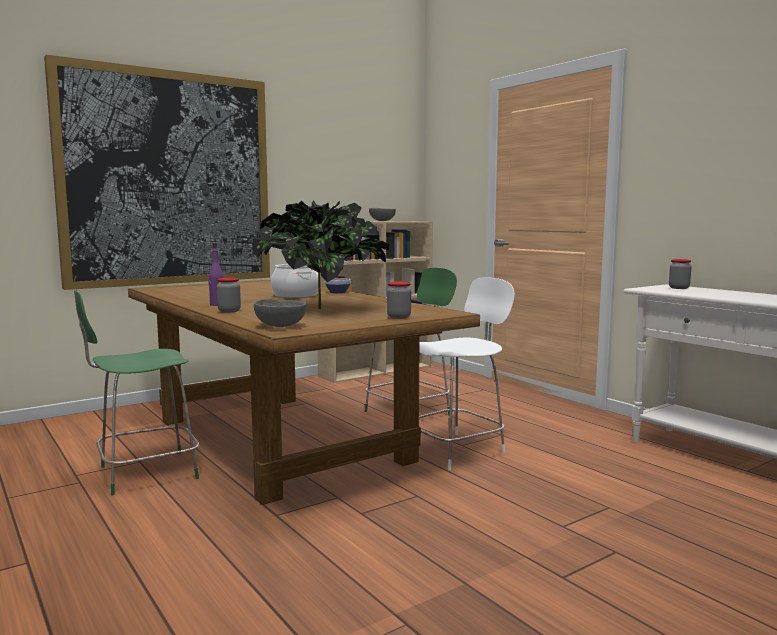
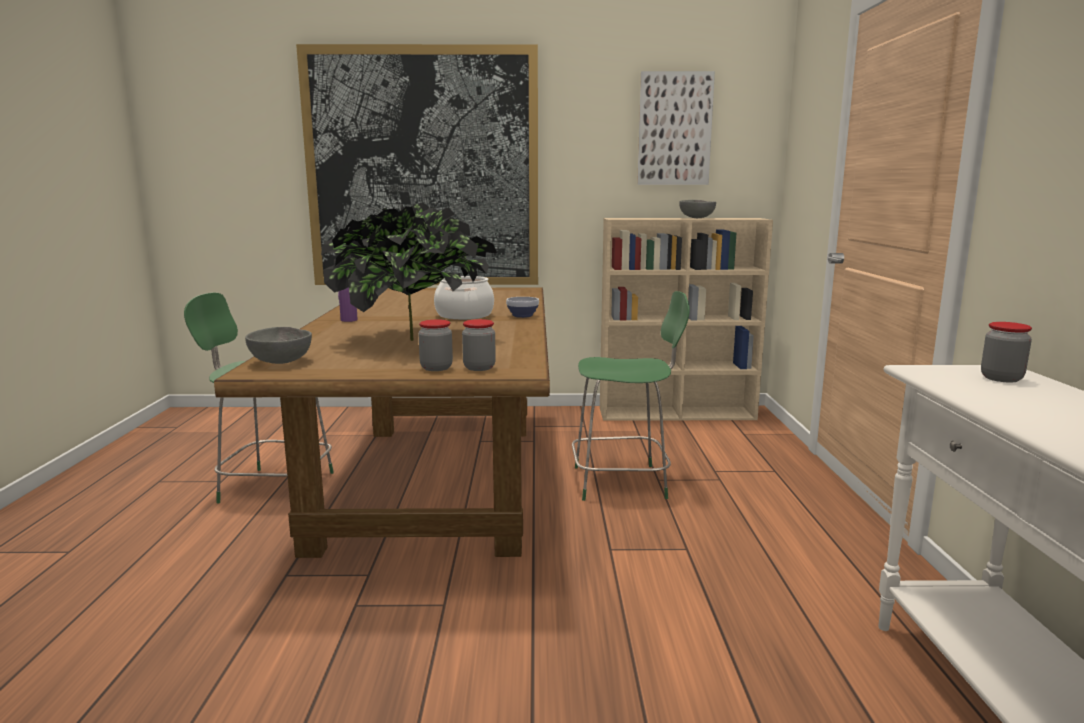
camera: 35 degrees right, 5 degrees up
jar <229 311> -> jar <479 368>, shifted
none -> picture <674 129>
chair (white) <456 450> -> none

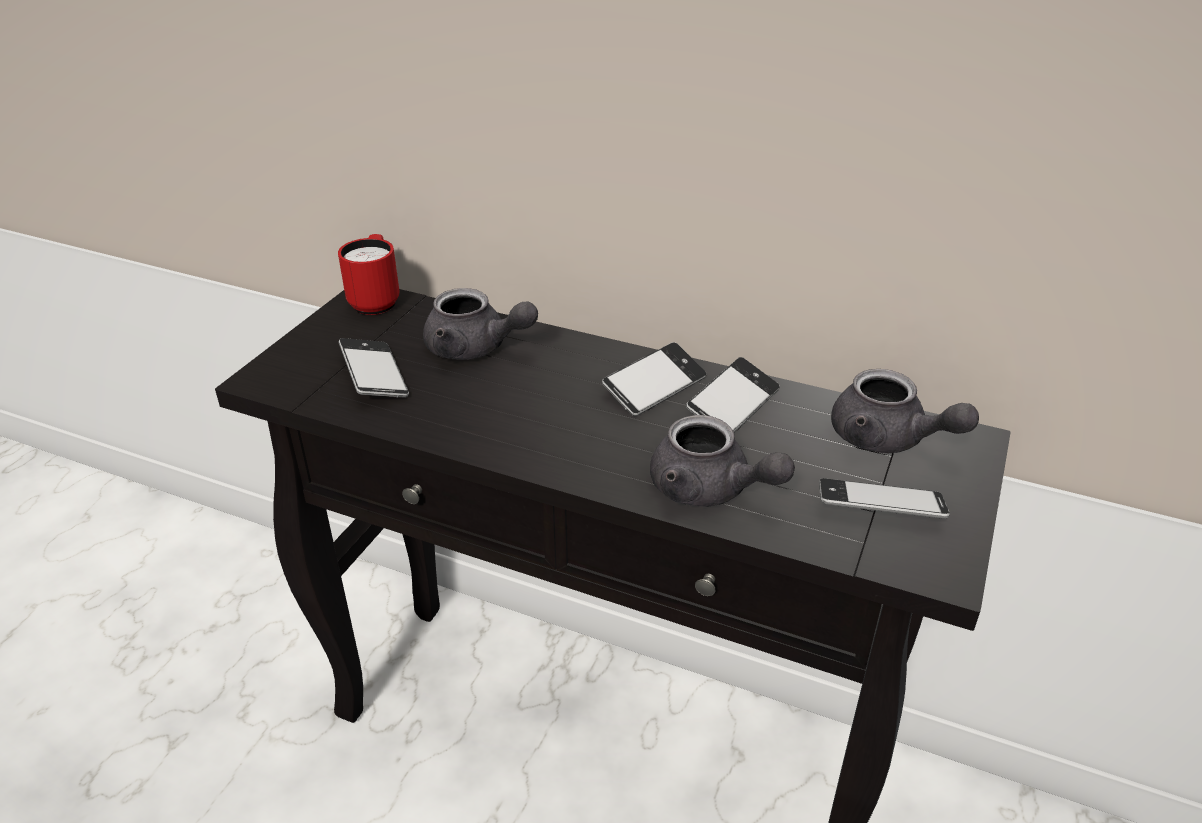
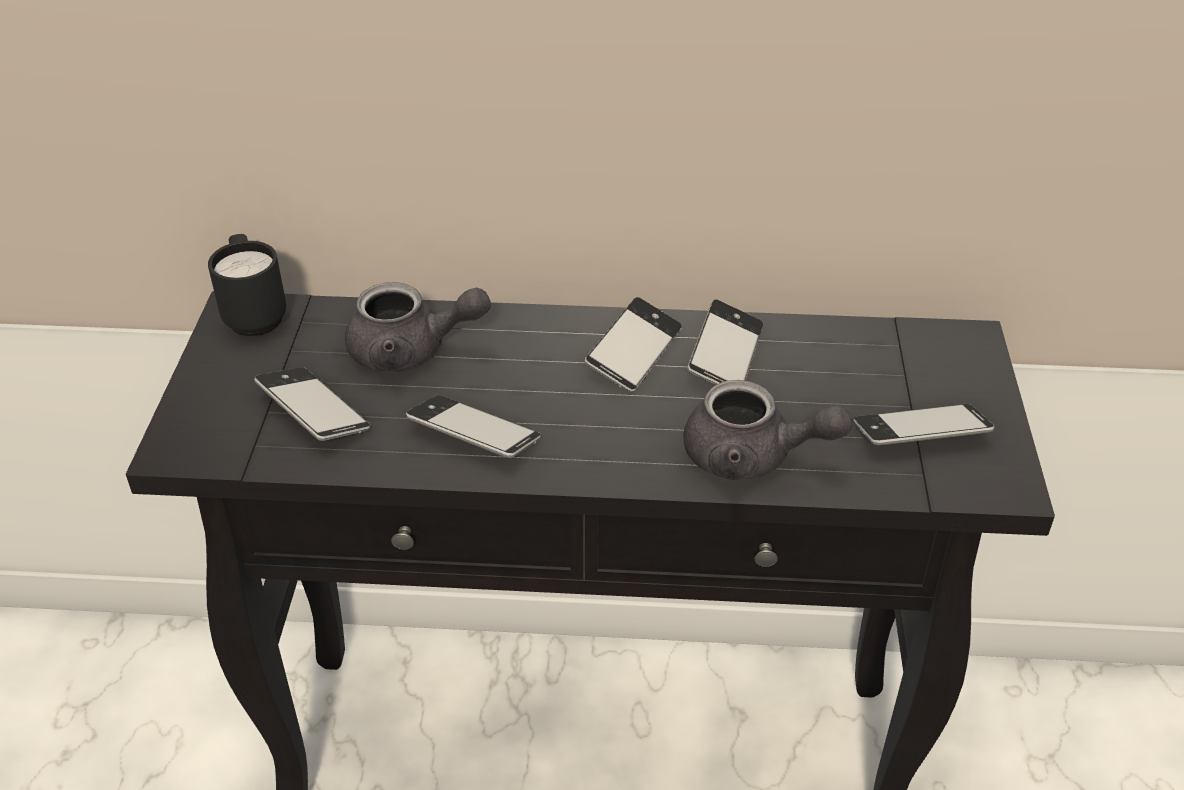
camera: 20 degrees left, 5 degrees up
mug (red) <376 300> -> mug (black) <254 314>
none -> phone <474 435>
teapot (grey) <888 440> -> none

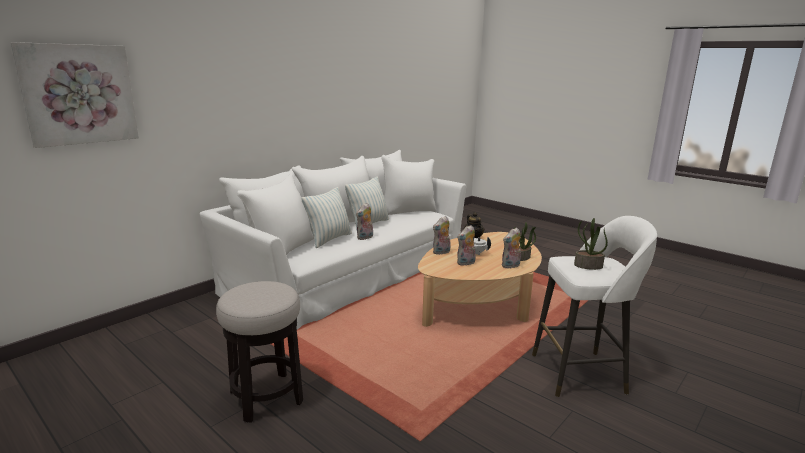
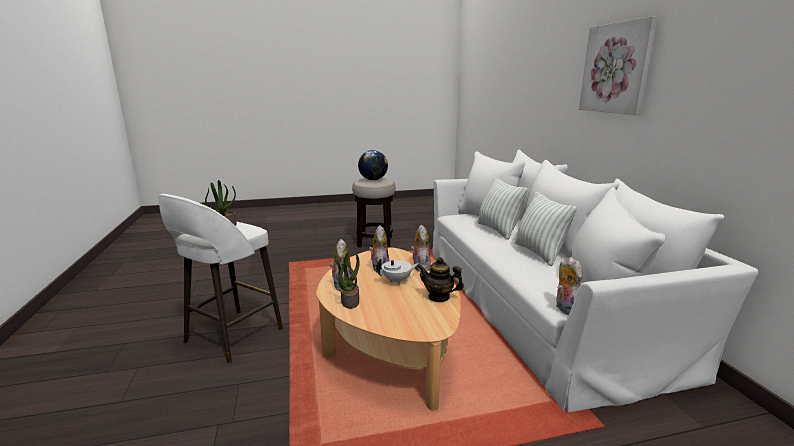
camera: 125 degrees right, 0 degrees up
none -> globe <373 179>
plush toy <365 238> -> plush toy <565 309>, shifted
picture <79 94> -> picture <616 68>, shifted

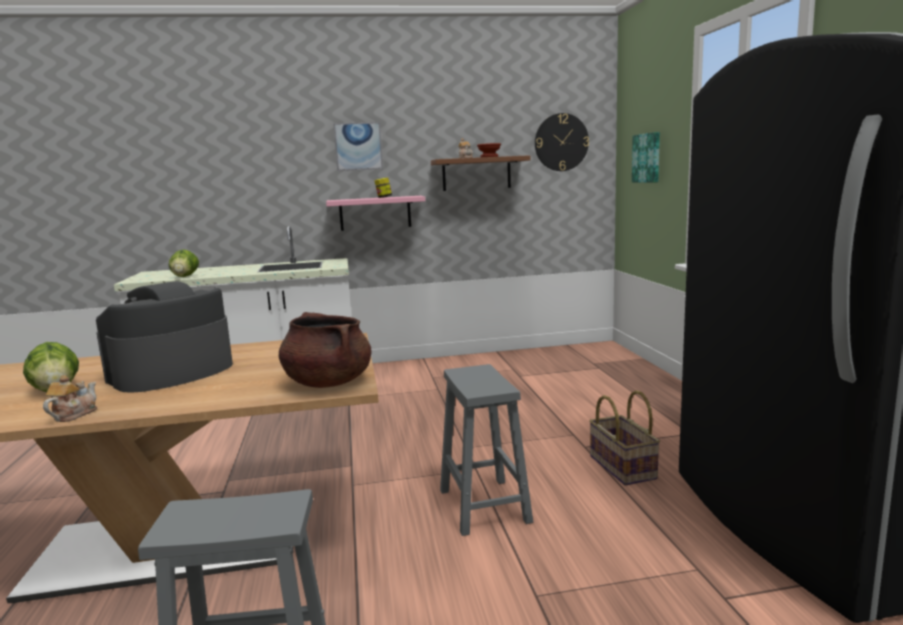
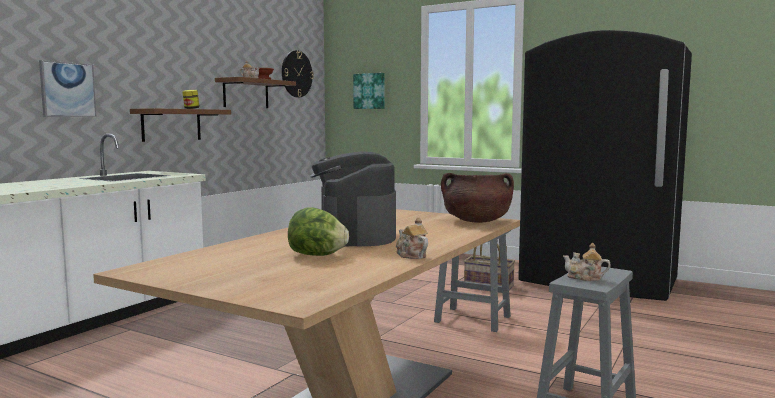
camera: 50 degrees left, 5 degrees down
picture <358 146> -> picture <67 90>, shifted
shelf (pink) <375 213> -> shelf (brown) <171 125>
none -> teapot <585 278>
lettuce <185 276> -> none

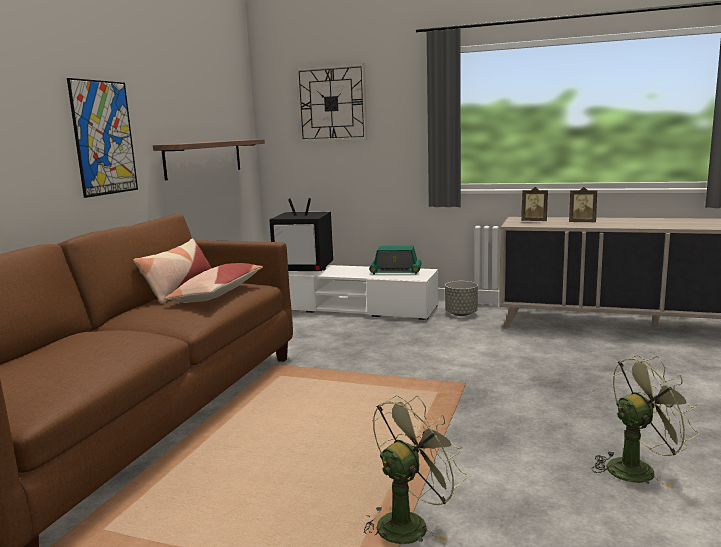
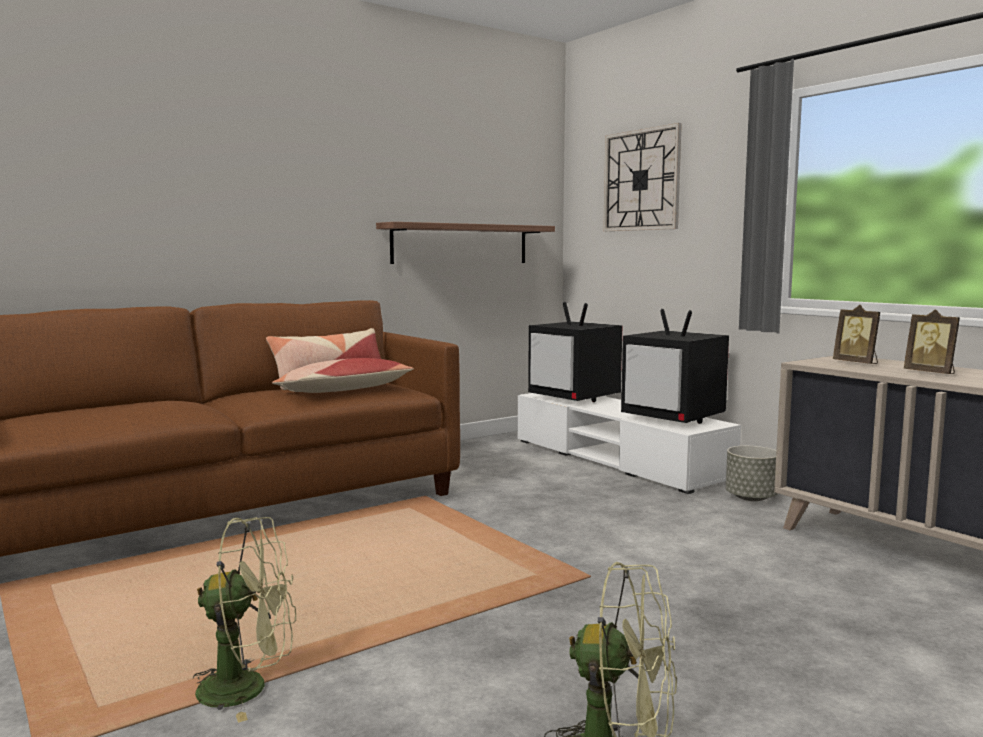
camera: 35 degrees right, 5 degrees down
radio <395 272> -> television <674 418>
picture <104 138> -> none

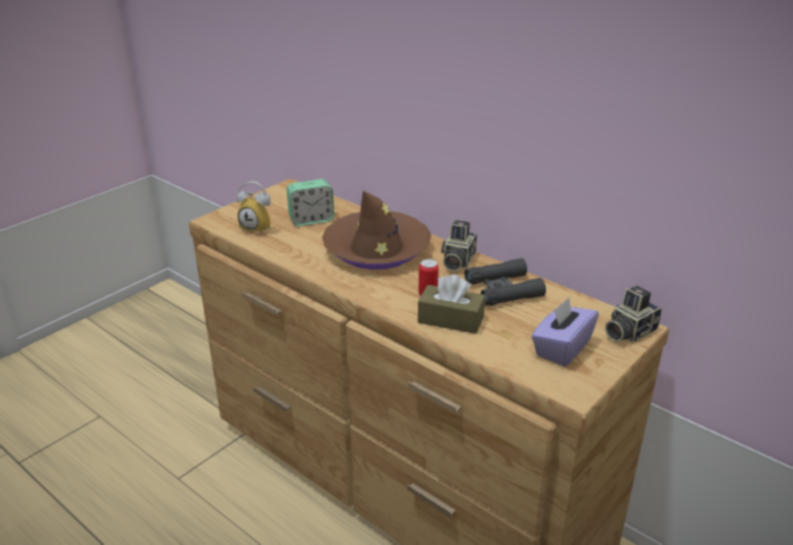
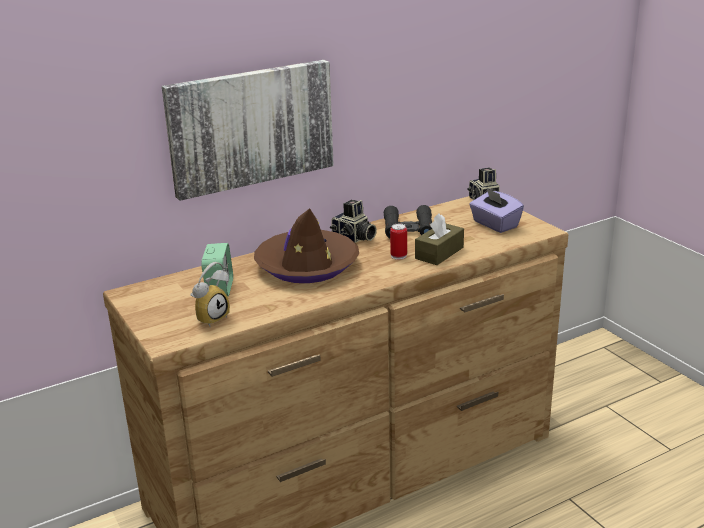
camera: 70 degrees left, 5 degrees down
none -> picture <251 127>

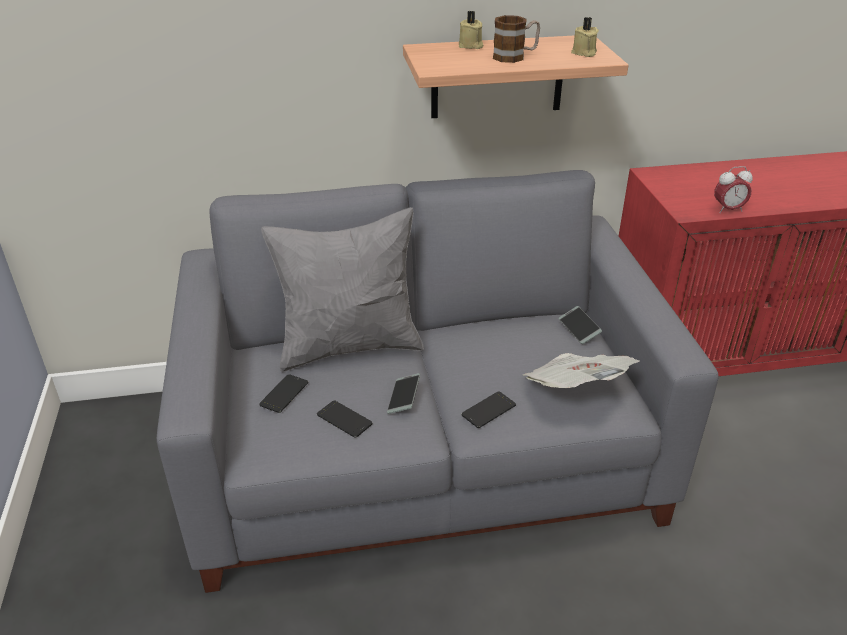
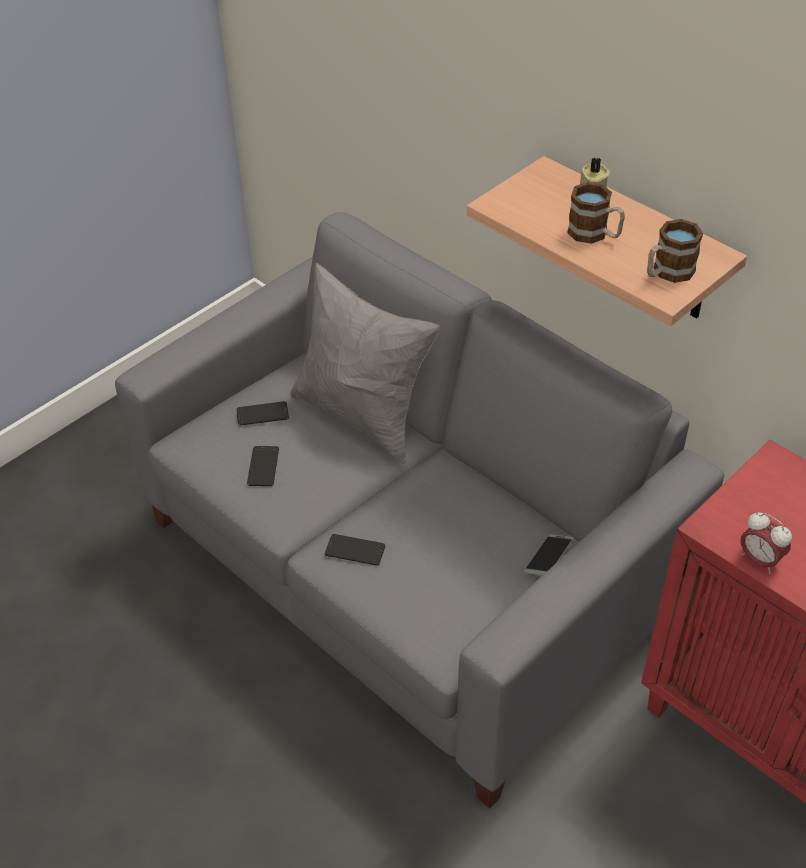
camera: 55 degrees right, 10 degrees up
candle (beige) <584 53> -> mug <667 273>
phone <404 398> -> none
newspaper <575 390> -> none

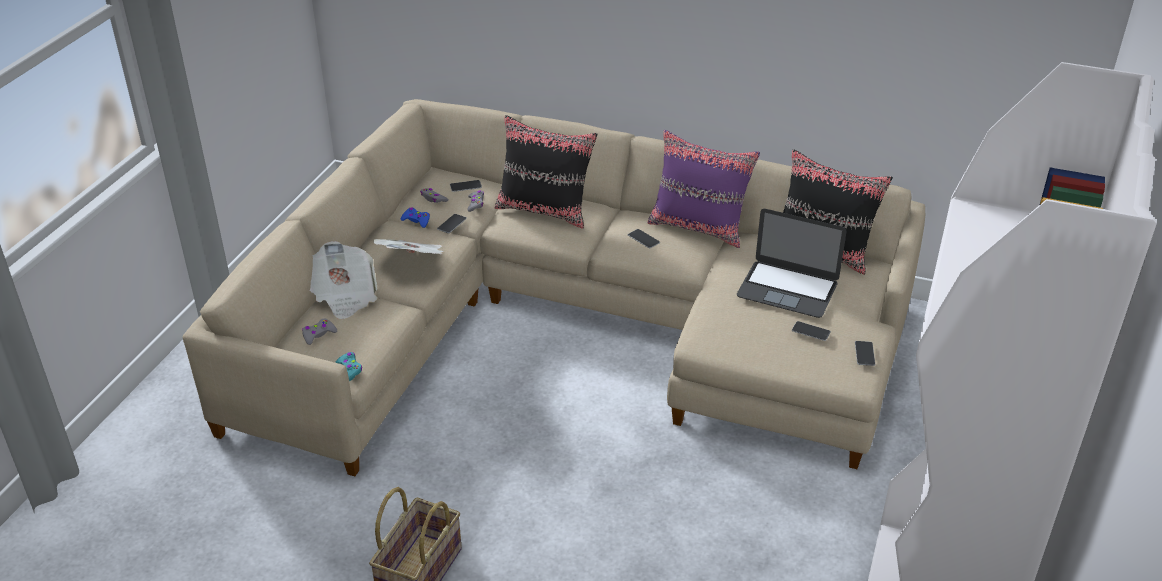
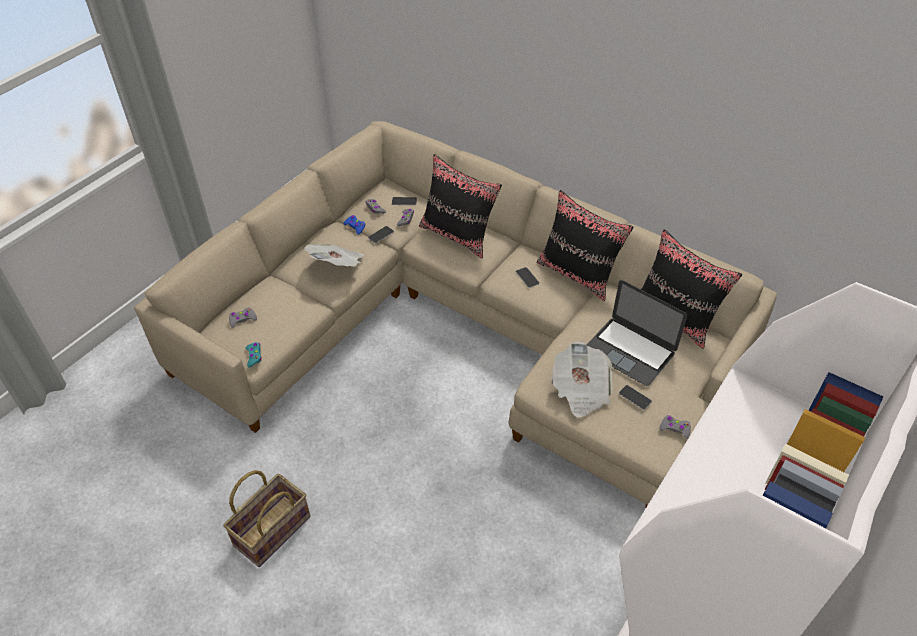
camera: 15 degrees right, 10 degrees up
pillow (purple) <699 227> -> pillow (black) <577 274>
newspaper <344 296> -> newspaper <580 391>, shifted
phone <864 353> -> game controller (grey) <675 428>

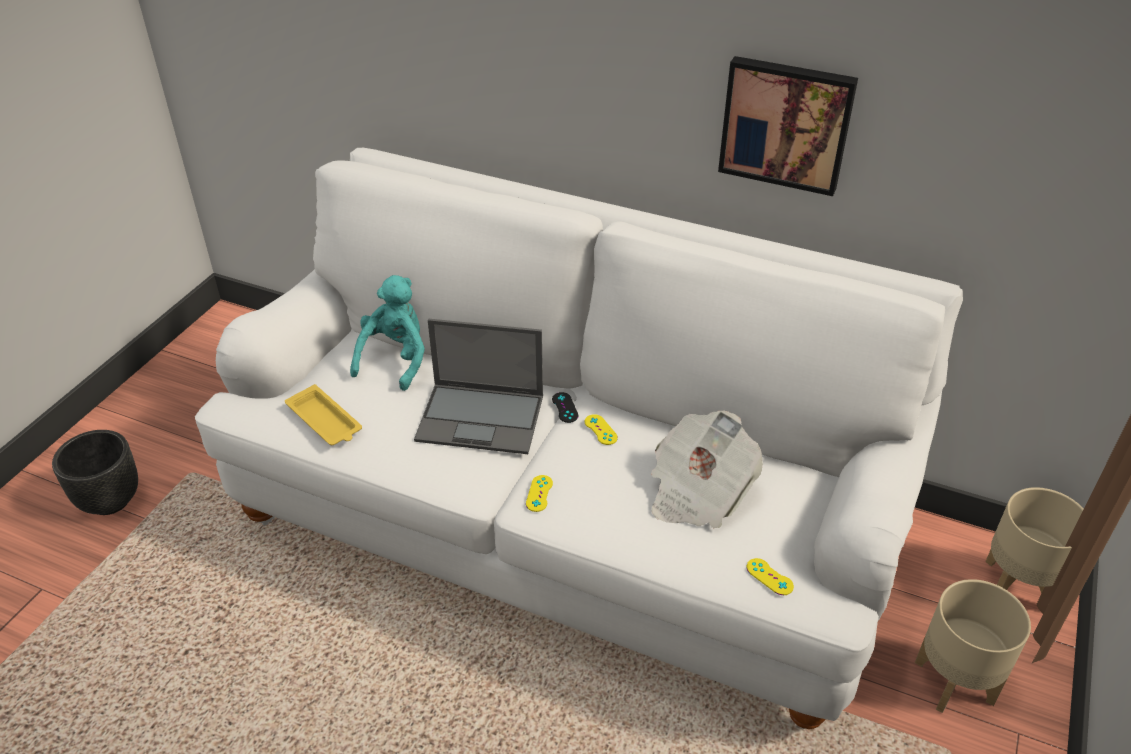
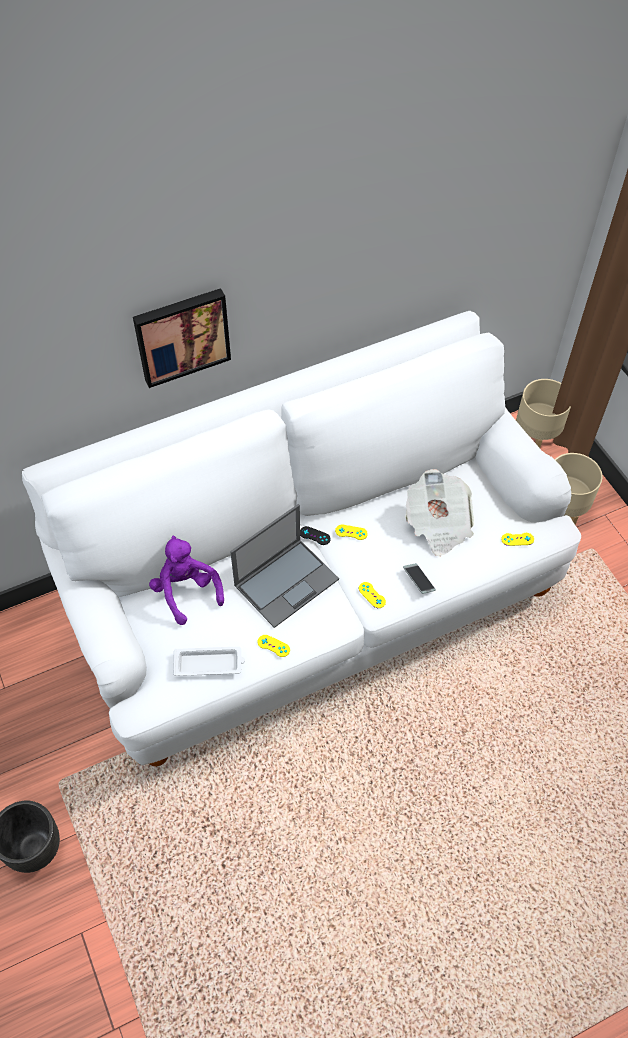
camera: 50 degrees left, 15 degrees up
picture <786 124> -> picture <181 335>, shifted
plush toy (turquoise) <395 359> -> plush toy (purple) <186 591>
tray (yellow) <325 421> -> tray (white) <209 663>
none -> game controller (yellow) <273 646>
none -> phone <418 580>

